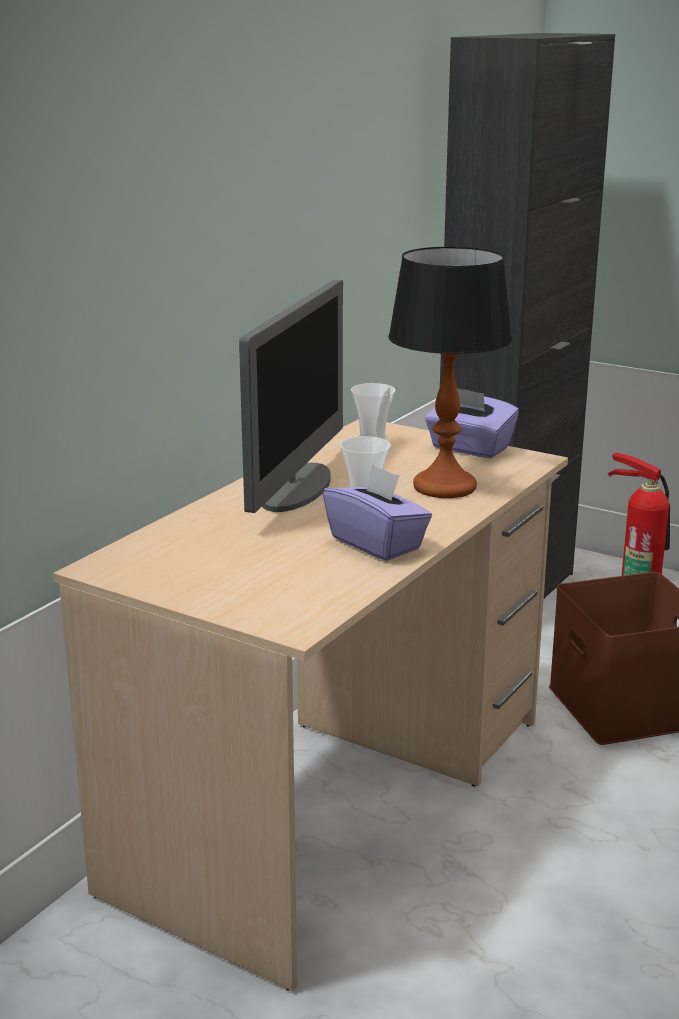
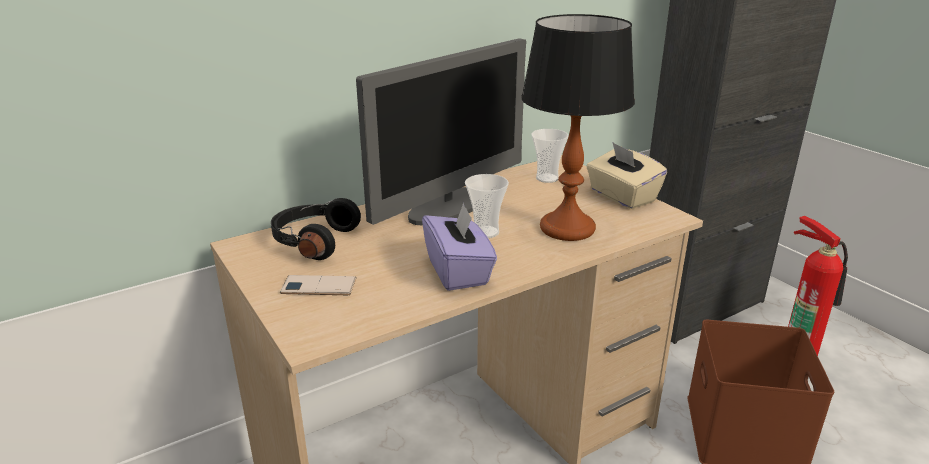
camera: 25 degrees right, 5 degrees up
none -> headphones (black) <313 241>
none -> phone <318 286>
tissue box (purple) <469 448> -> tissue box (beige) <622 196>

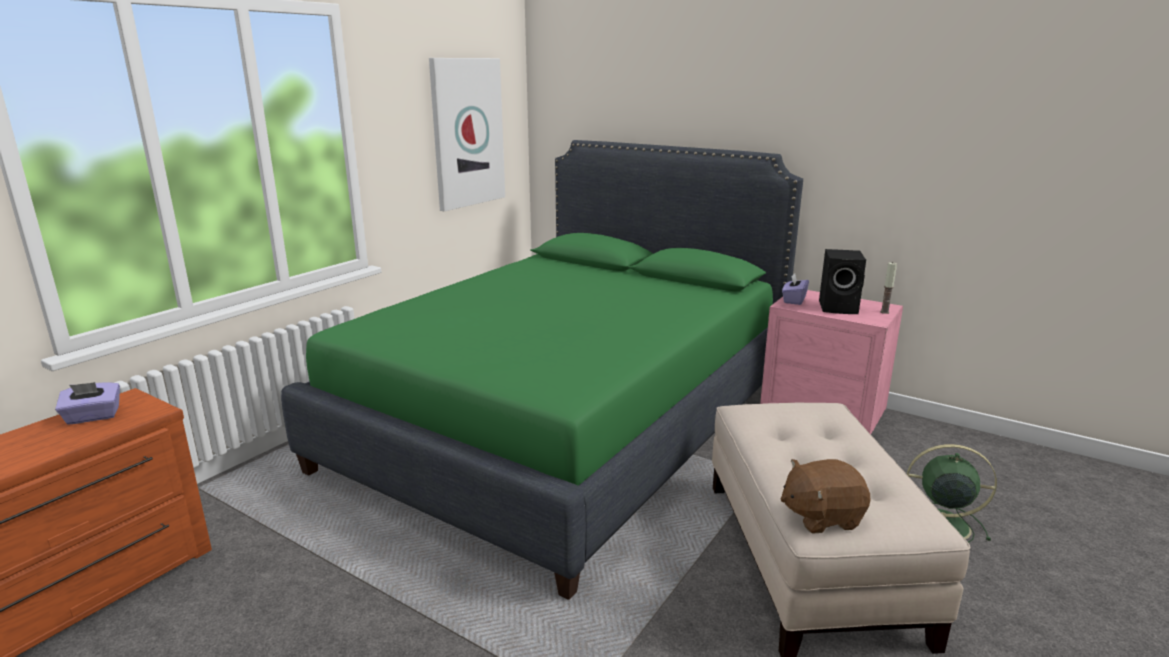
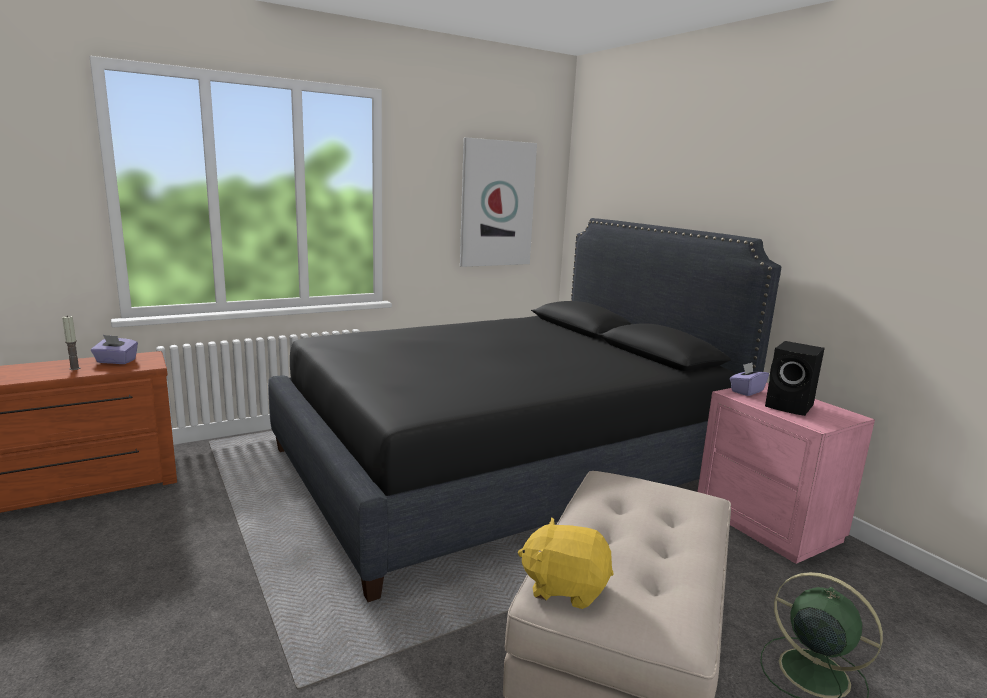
camera: 25 degrees right, 5 degrees down
candle <884 312> -> candle <74 368>, shifted
bed (green) <567 424> -> bed (black) <504 467>
plush toy (brown) <821 516> -> plush toy (yellow) <565 587>

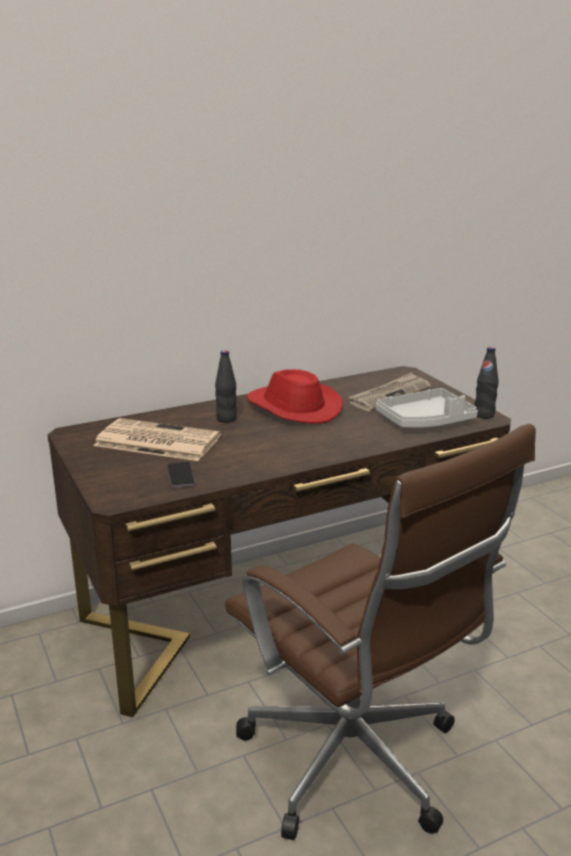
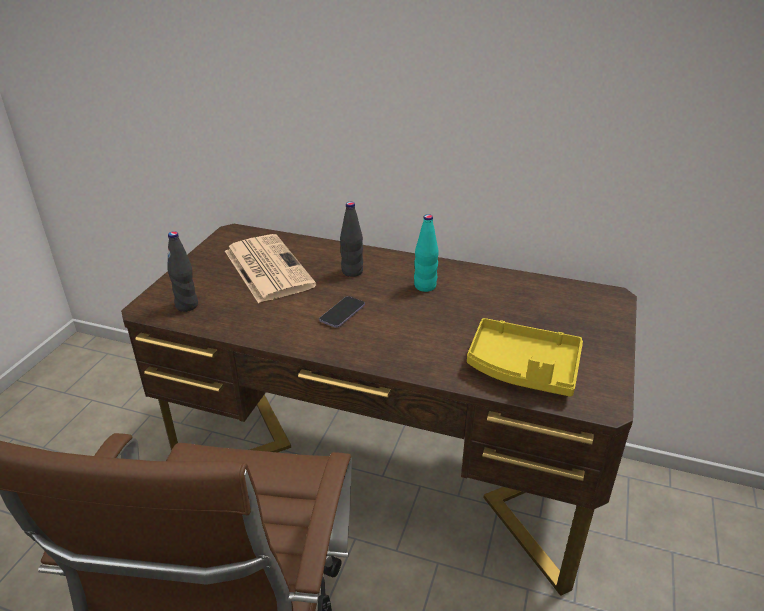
camera: 45 degrees right, 10 degrees up
bottle (black) <484 415> -> bottle (black) <187 306>, shifted
phone <180 476> -> phone <342 313>, shifted
hat (red) <292 407> -> bottle (turquoise) <425 286>
tray (grey) <425 421> -> tray (yellow) <523 369>
newspaper <390 395> -> none

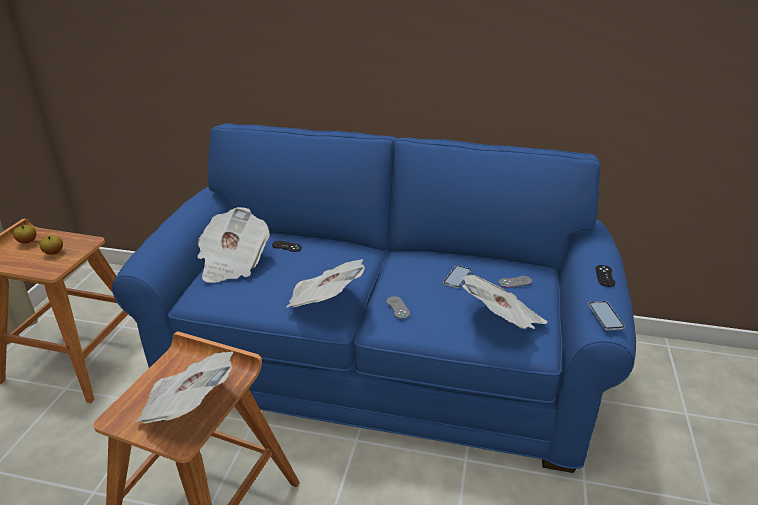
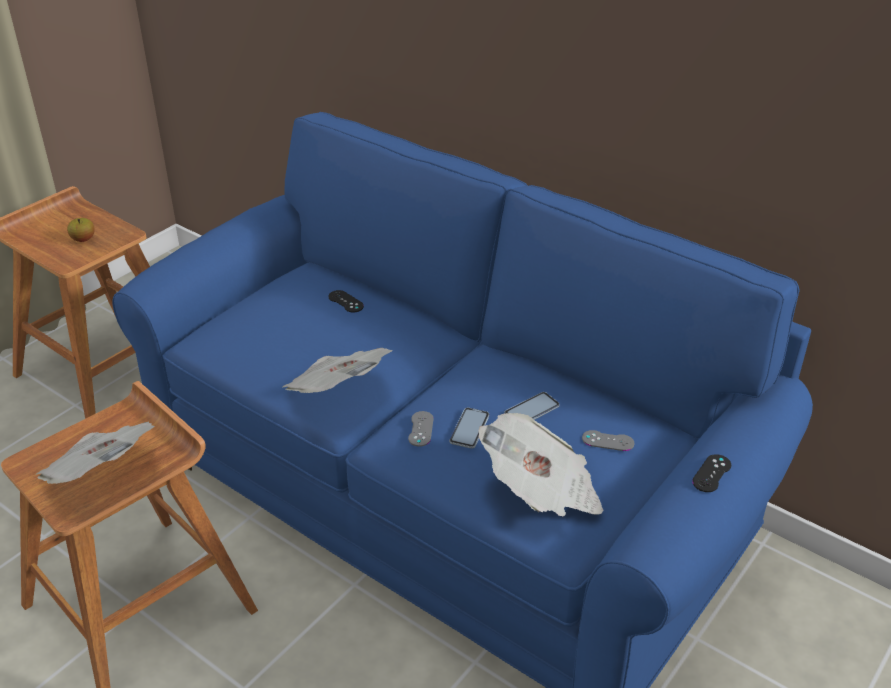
camera: 25 degrees right, 5 degrees up
phone <605 316> -> phone <469 429>, shifted
apple <27 241> -> none
newspaper <233 263> -> none

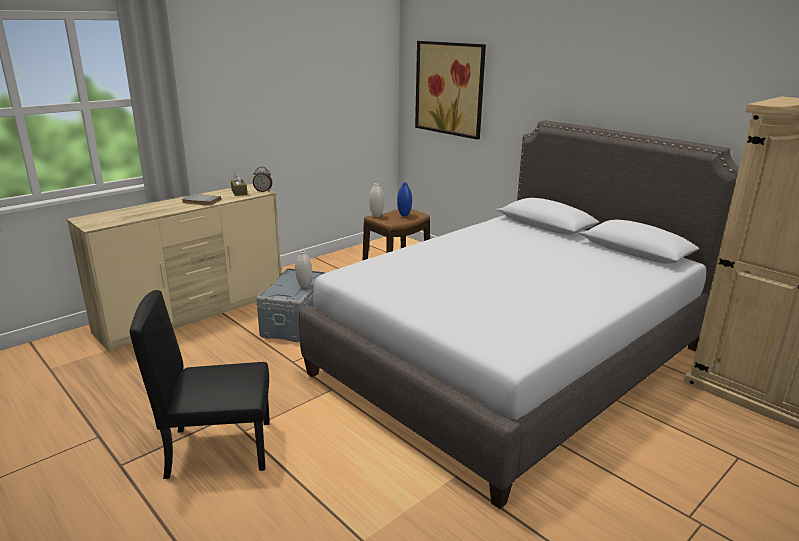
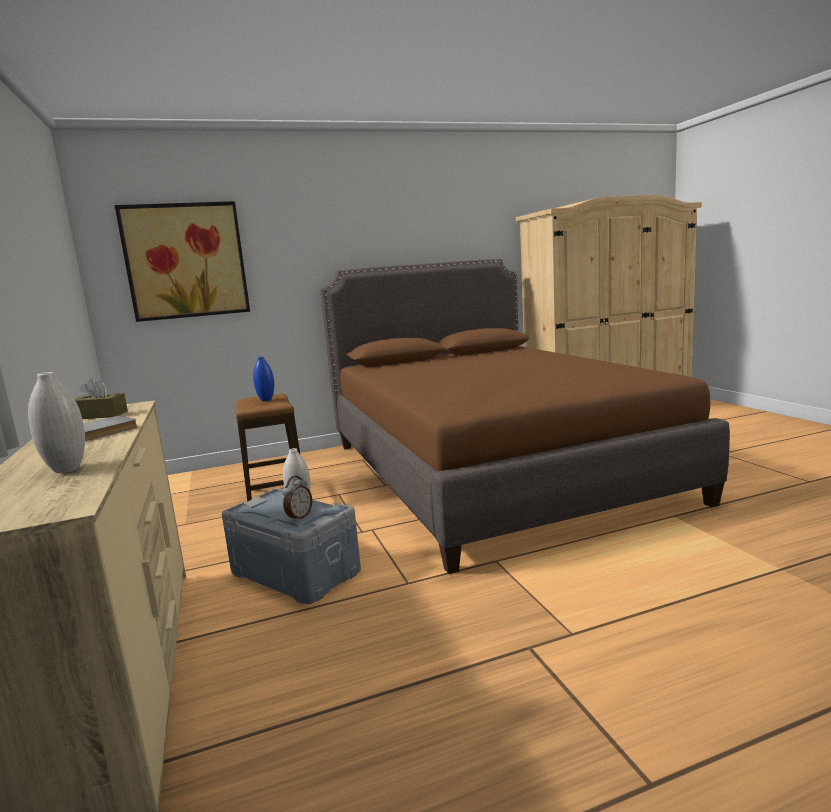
camera: 65 degrees left, 10 degrees down
vase (white) <376 216> -> vase (white) <66 469>, shifted
alarm clock <263 191> -> alarm clock <299 517>, shifted
bed (grey) <511 360> -> bed (brown) <491 470>
chair (black) <220 448> -> none

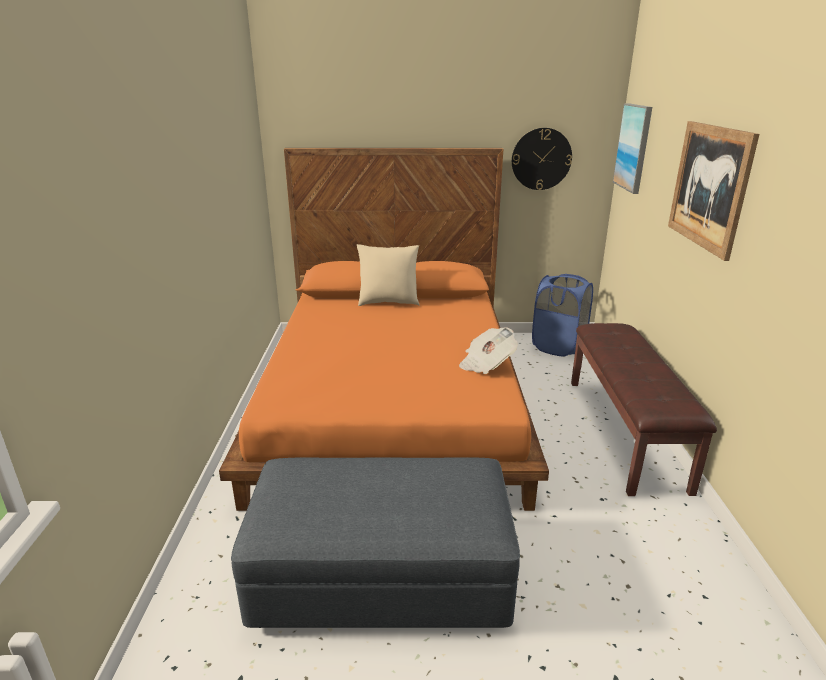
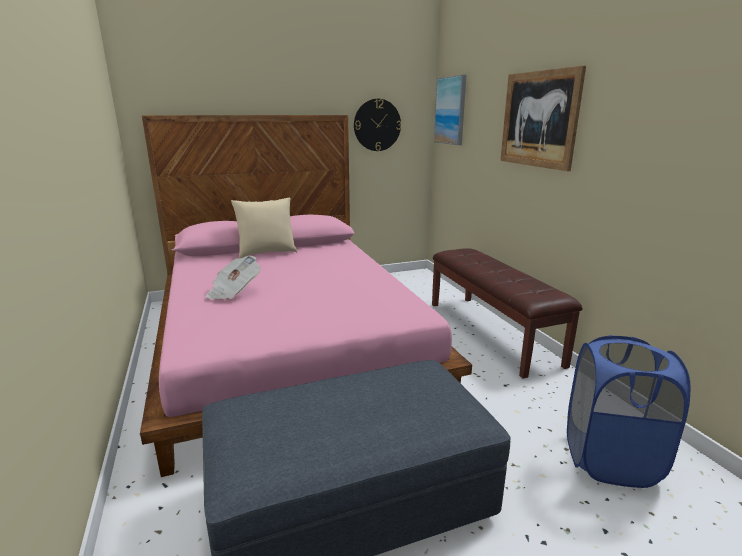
camera: 20 degrees left, 5 degrees down
bed (orange) <393 402> -> bed (pink) <288 342>
newspaper <486 364> -> newspaper <234 291>, shifted
laundry basket (blue) <558 347> -> laundry basket (blue) <610 460>, shifted

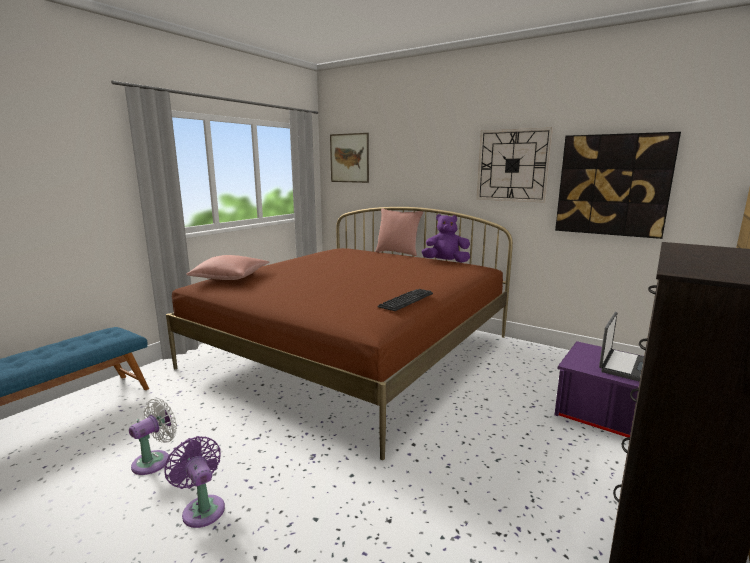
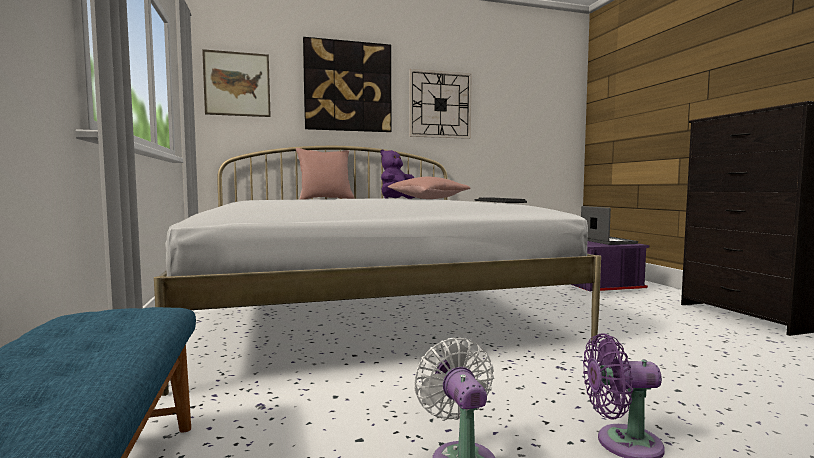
camera: 50 degrees left, 10 degrees down
bed (brown) <353 351> -> bed (white) <364 307>
picture <612 185> -> picture <348 86>, shifted
pillow (pink) <231 277> -> pillow (pink) <428 199>, shifted

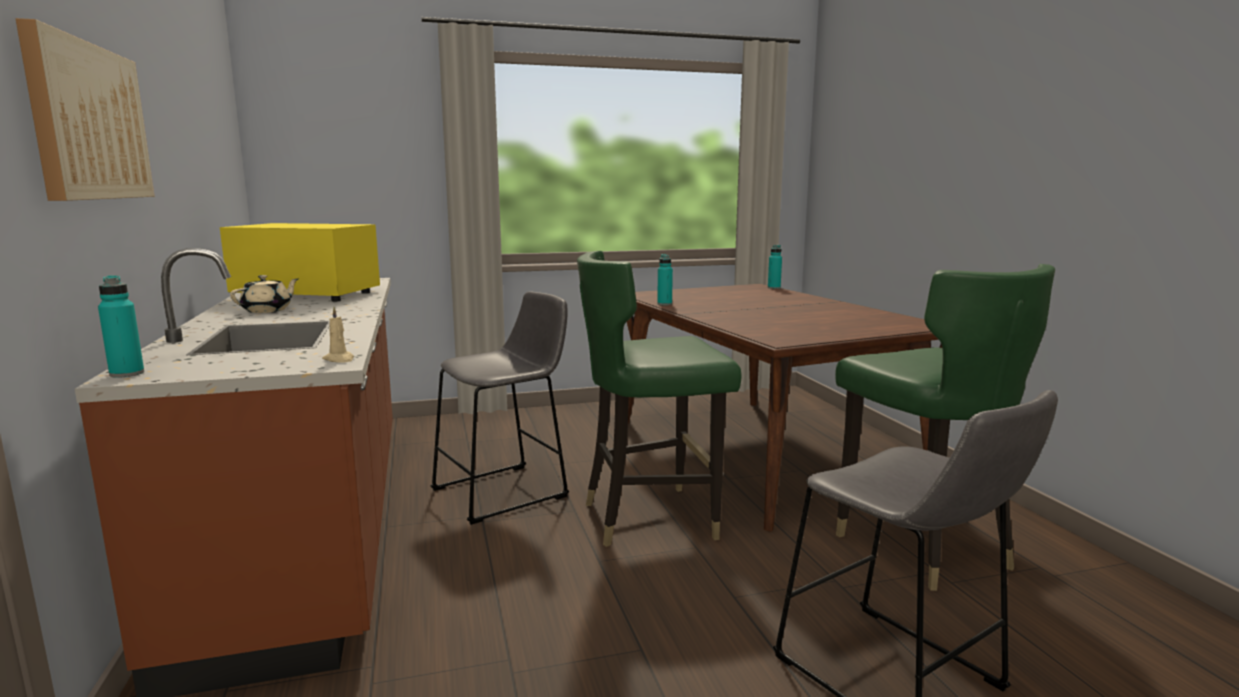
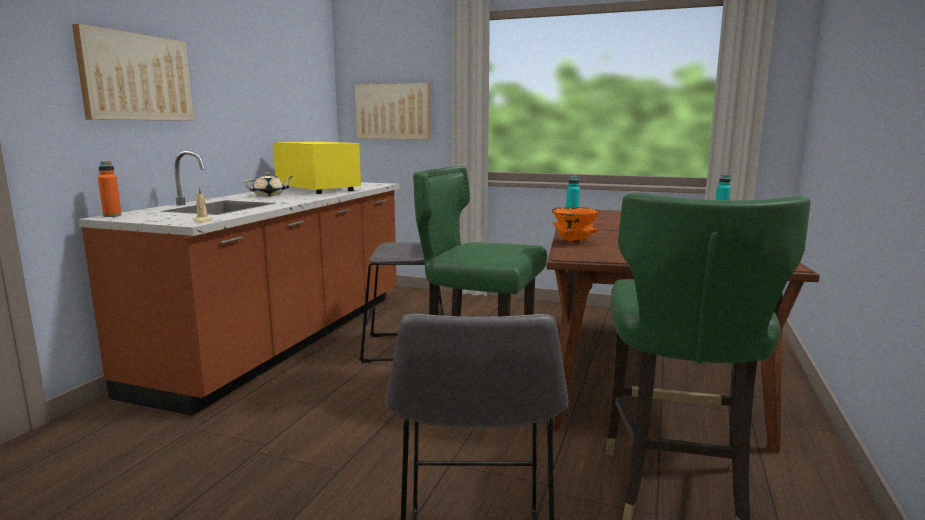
camera: 35 degrees right, 0 degrees up
bottle (turquoise) <127 374> -> bottle (orange) <112 216>
none -> picture <393 111>
none -> bowl (orange) <573 242>

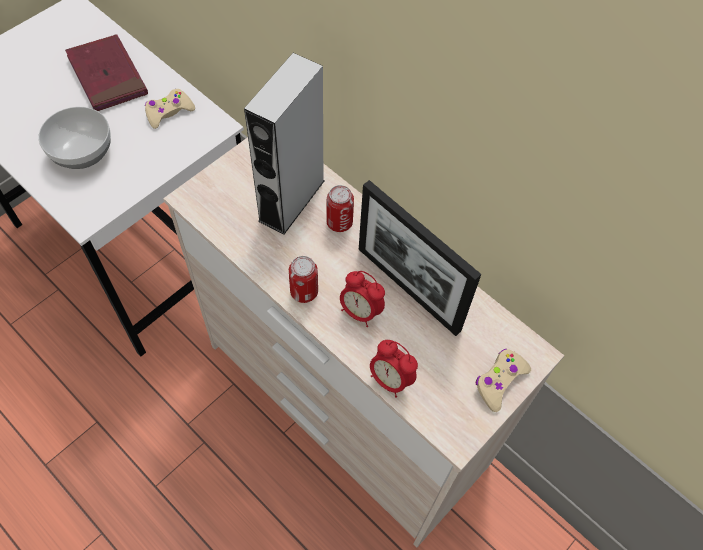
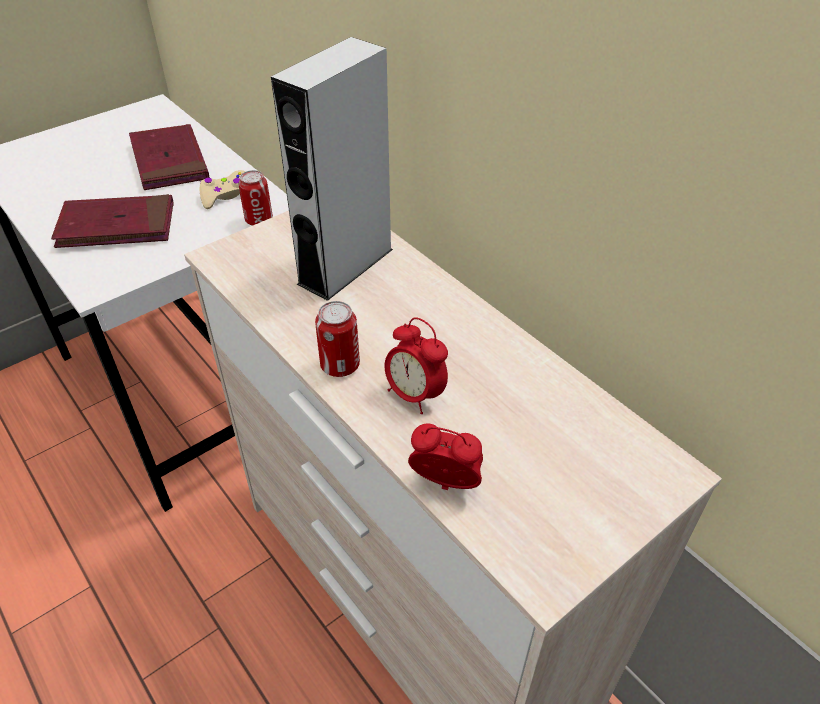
camera: 10 degrees right, 15 degrees down
bowl <83 153> -> book (red) <117 226>
can <339 222> -> can <259 220>, shifted
alarm clock <390 379> -> alarm clock <445 485>, 150 degrees clockwise
picture frame <408 289> -> none
game controller (beige) <499 381> -> none

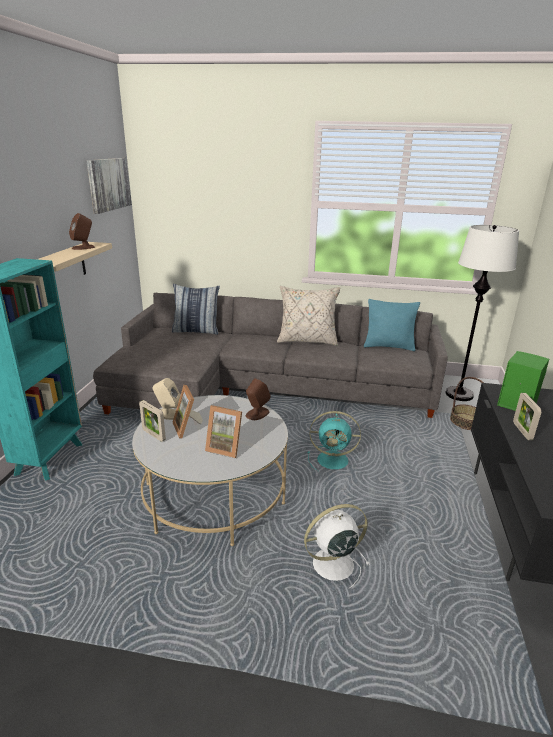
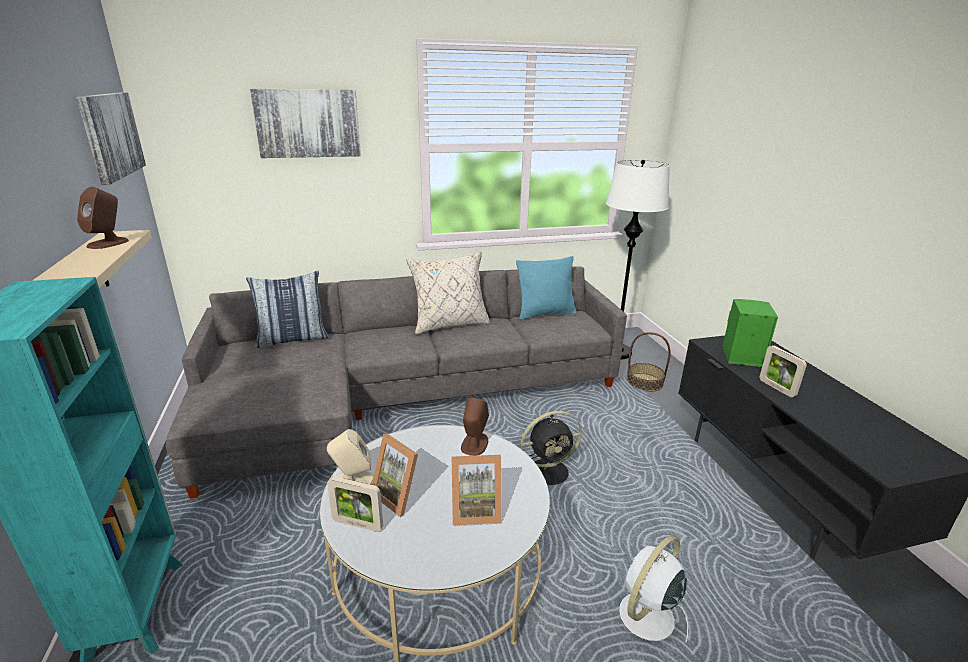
camera: 25 degrees left, 0 degrees up
none -> picture <308 123>
fan (turquoise) <334 460> -> fan (black) <550 472>

